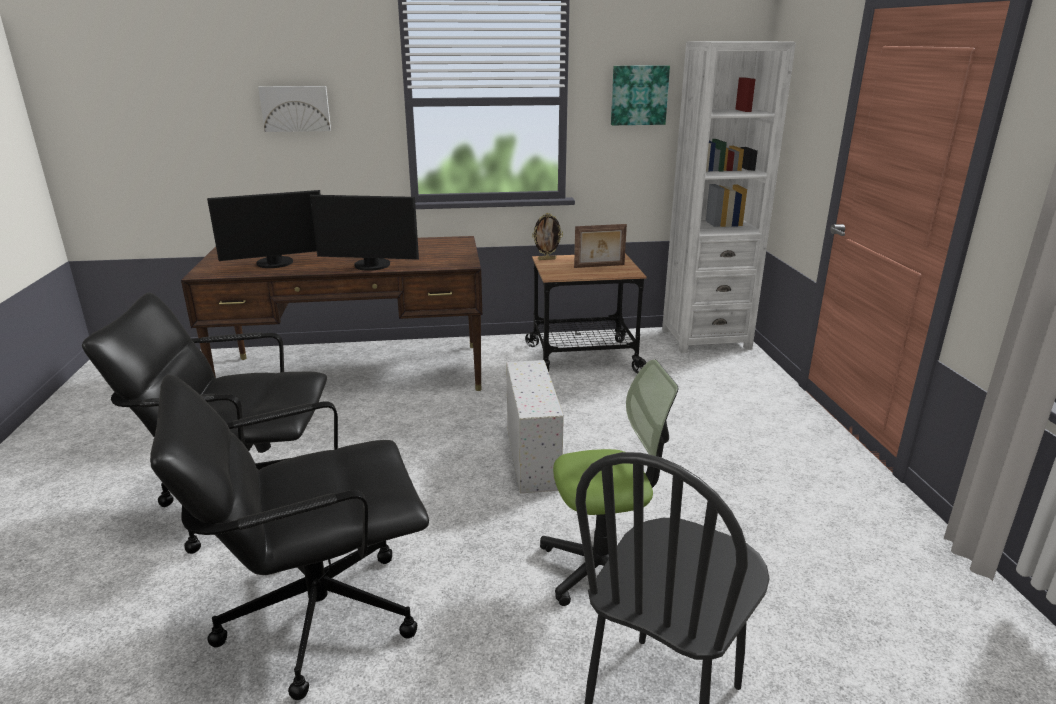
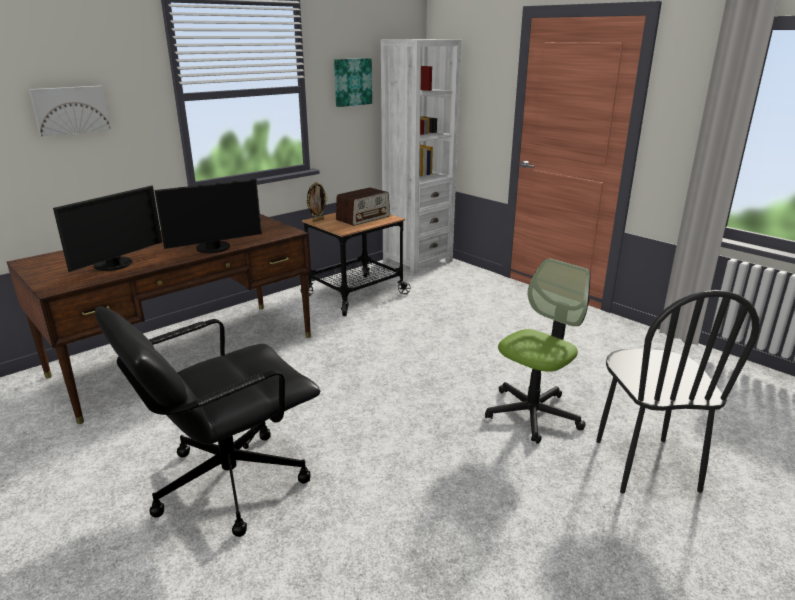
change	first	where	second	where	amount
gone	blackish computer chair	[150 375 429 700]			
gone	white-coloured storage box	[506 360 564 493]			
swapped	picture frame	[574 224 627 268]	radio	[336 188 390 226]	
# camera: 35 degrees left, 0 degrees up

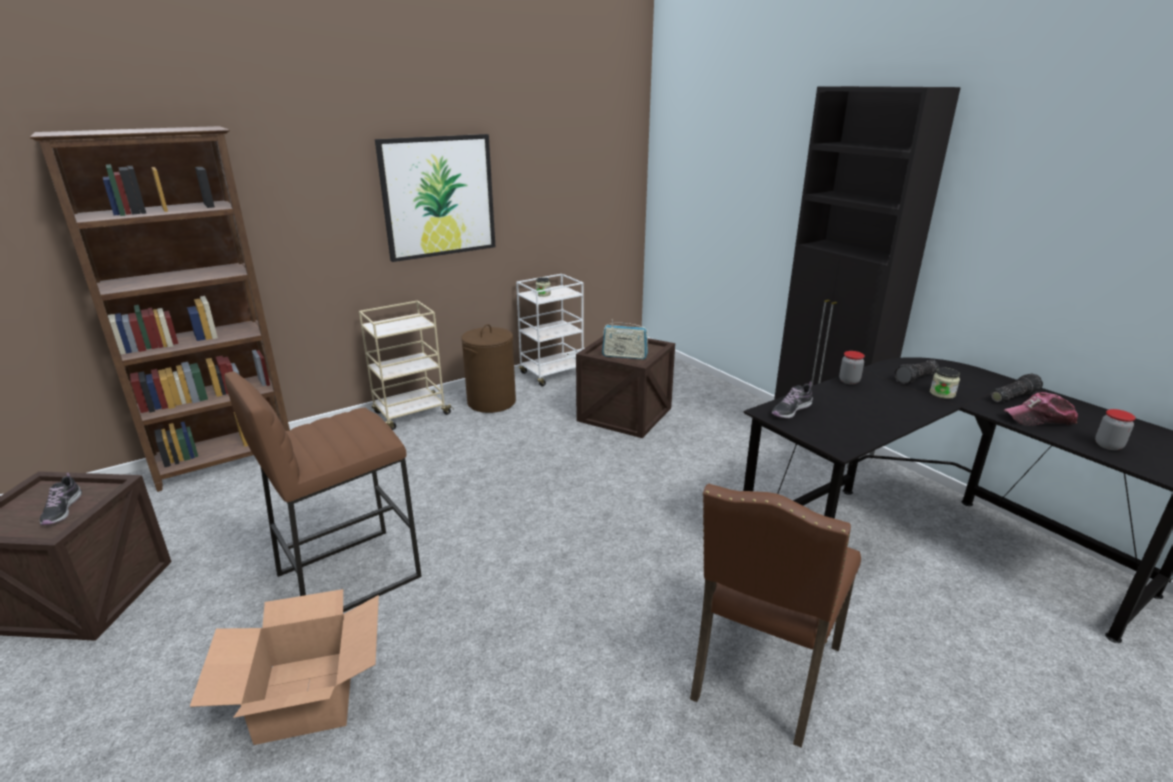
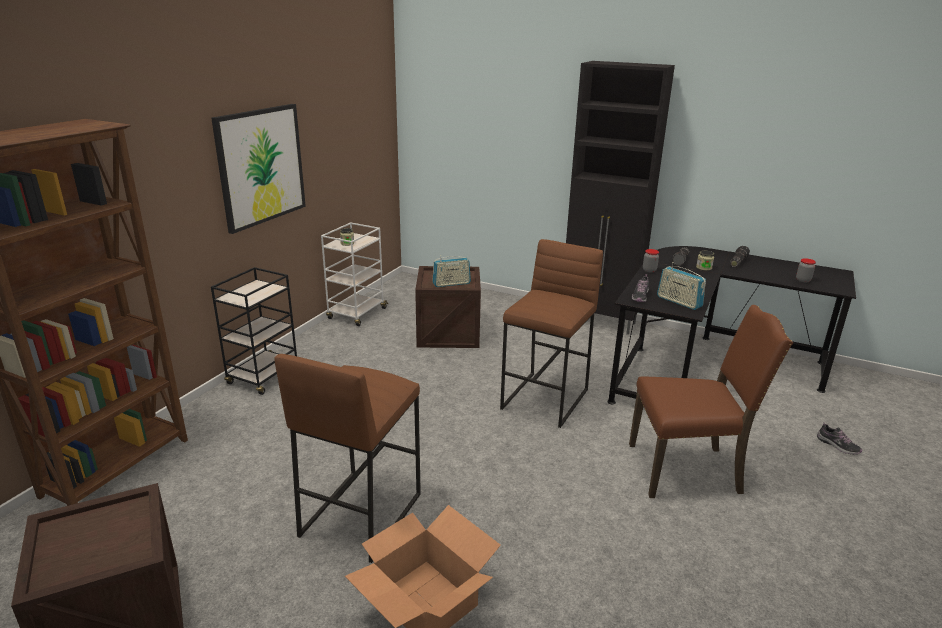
change	first	where	second	where	amount
gone	brownish hamper	[461 324 516 413]			
gone	baseball cap	[1003 392 1078 426]			
new			brownish stool seat	[500 239 603 428]	
new			radio	[657 262 706 310]	
shifted	shoe	[40 473 82 525]		[817 422 862 454]	
repainted	beige wheeled cart	[359 300 453 430]	blackish wheeled cart	[211 267 297 395]	
rotated	brownish chair	[690 484 861 748]		[629 305 793 498]	90 degrees counterclockwise
# camera: 30 degrees left, 0 degrees up

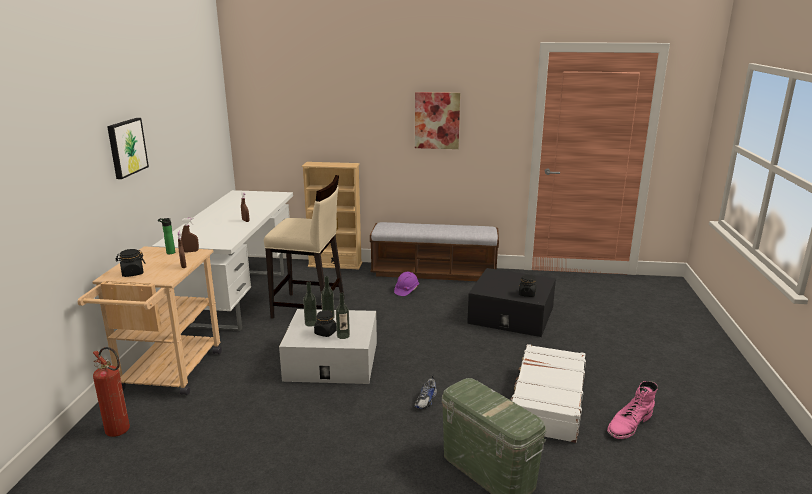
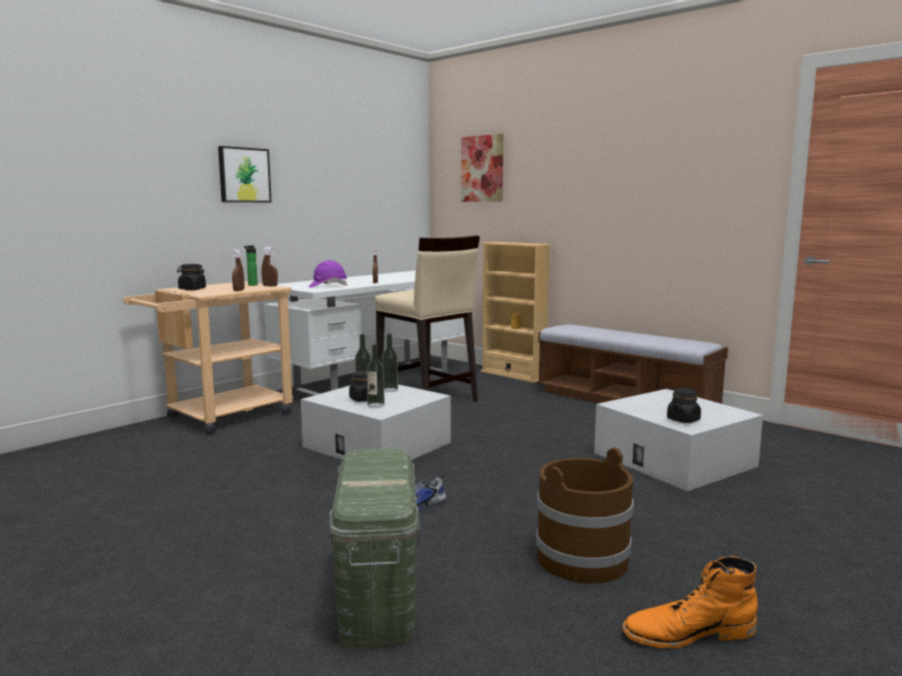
change	first	where	second	where	amount
gone	extinguisher	[93 347 130 437]			
shifted	purplish work helmet	[394 272 419 296]		[309 260 347 288]	
shifted	picture	[415 92 460 149]		[461 134 504 202]	
swapped	white-coloured piece of luggage	[510 344 586 443]	brownish pail	[536 447 634 584]	
repainted	blackish storage box	[467 268 556 337]	white-coloured storage box	[594 389 763 491]	
repainted	pink-coloured tall boot	[607 381 658 439]	orange-coloured tall boot	[622 556 758 648]	
# camera: 35 degrees right, 10 degrees down

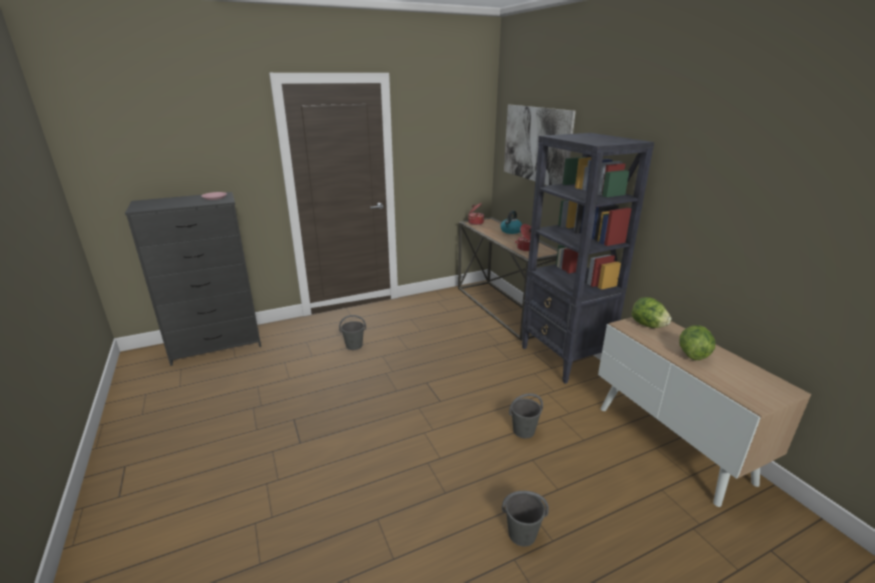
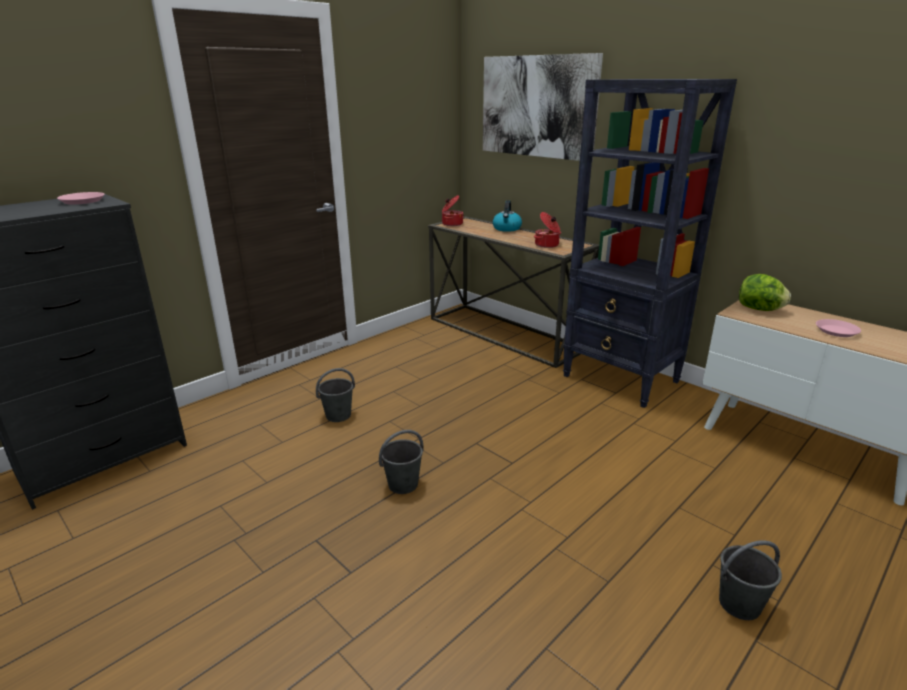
change	first	where	second	where	amount
shifted	grey pail	[509 393 543 438]		[379 430 424 494]	
swapped	lettuce	[679 325 715 360]	pink-coloured flat dish	[816 319 861 337]	
# camera: 20 degrees left, 0 degrees up

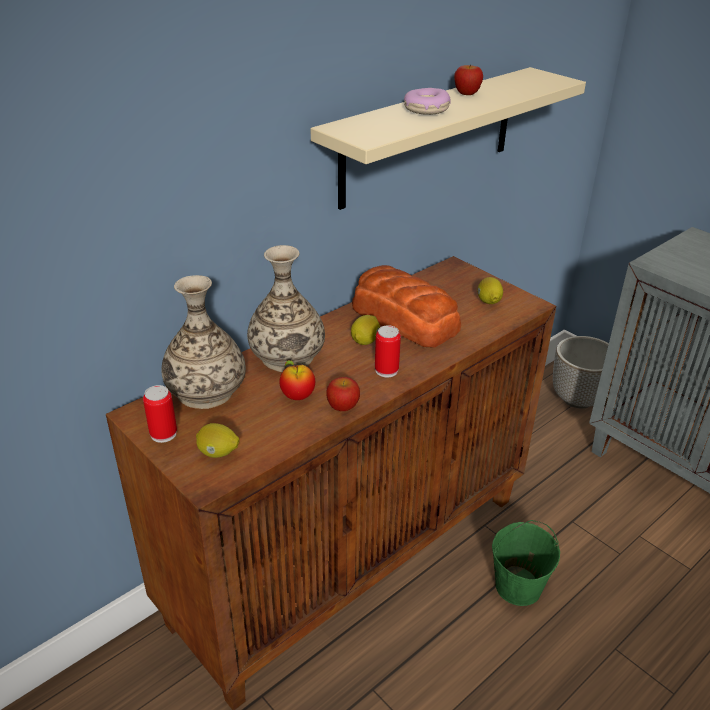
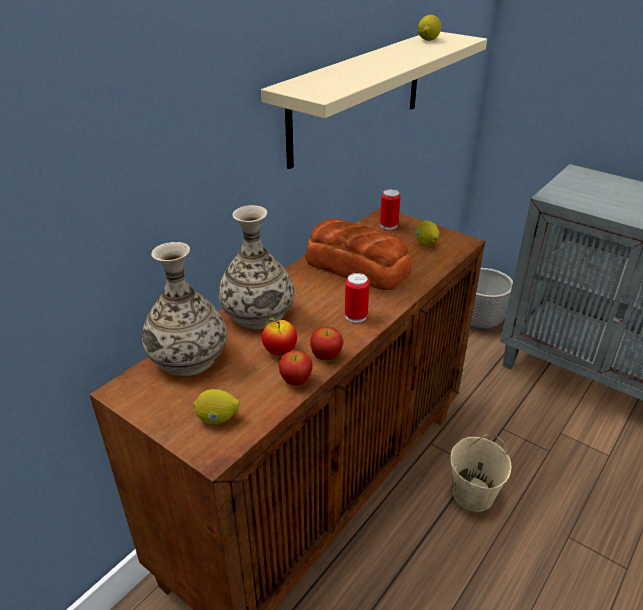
change	first	where	second	where	amount
gone	doughnut	[404 88 451 115]			
shifted	can	[143 385 177 443]		[380 189 401 230]	
shifted	whole lemon	[351 315 380 345]		[418 15 441 41]	
shifted	apple fruit	[454 65 483 95]		[278 350 313 386]	
repainted	green-coloured pail	[492 520 560 606]	beige pail	[450 435 511 512]	
# camera: 10 degrees left, 0 degrees up

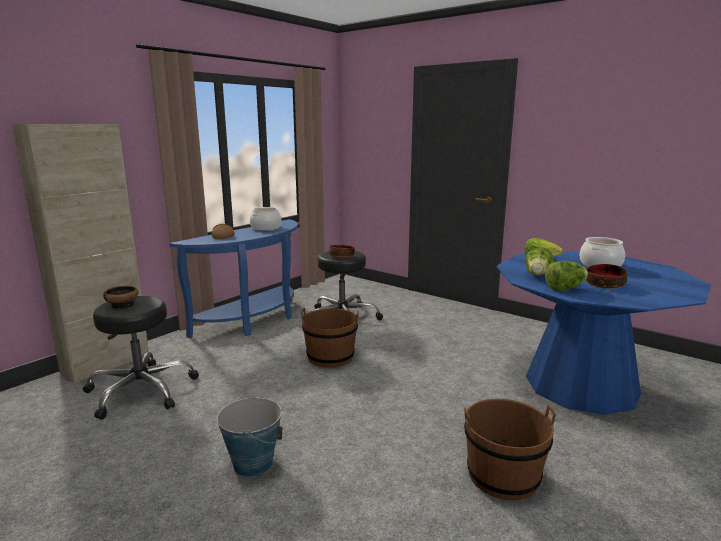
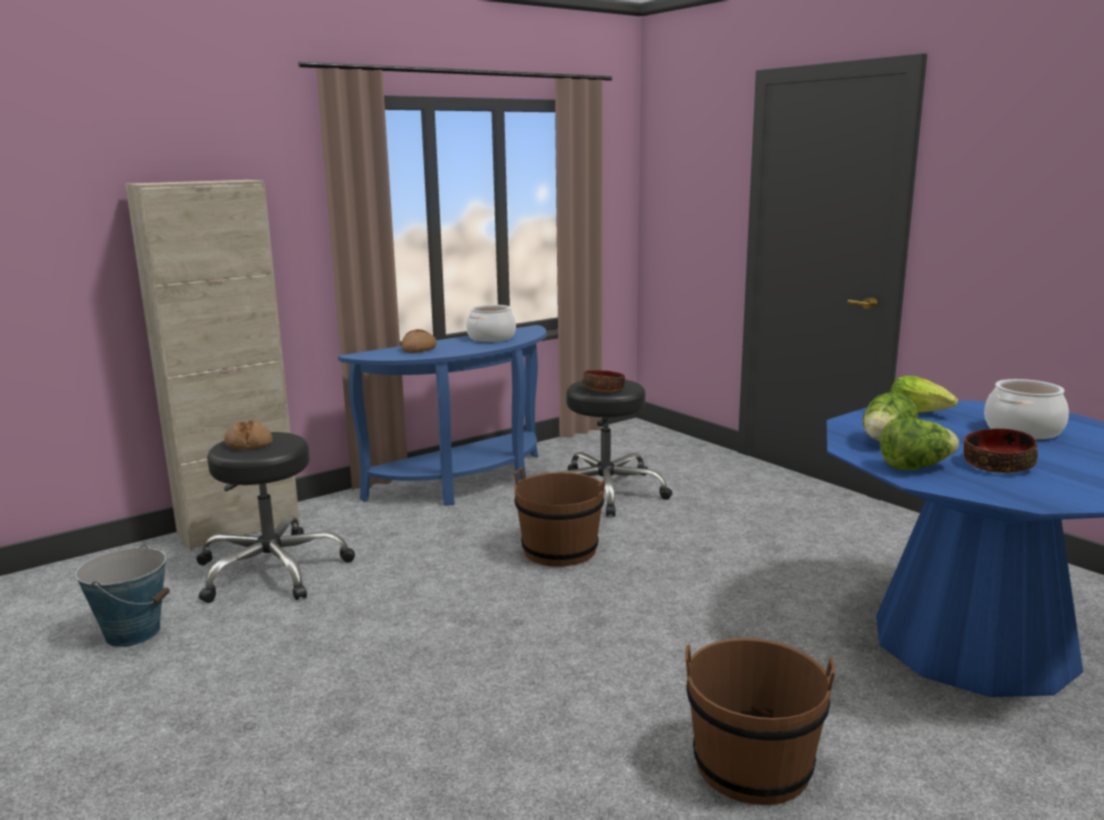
change	first	where	second	where	amount
shifted	pail	[217 395 283 478]		[75 544 170 647]	
swapped	serving bowl	[103 286 139 309]	baked bread	[224 420 272 450]	
# camera: 15 degrees right, 0 degrees up

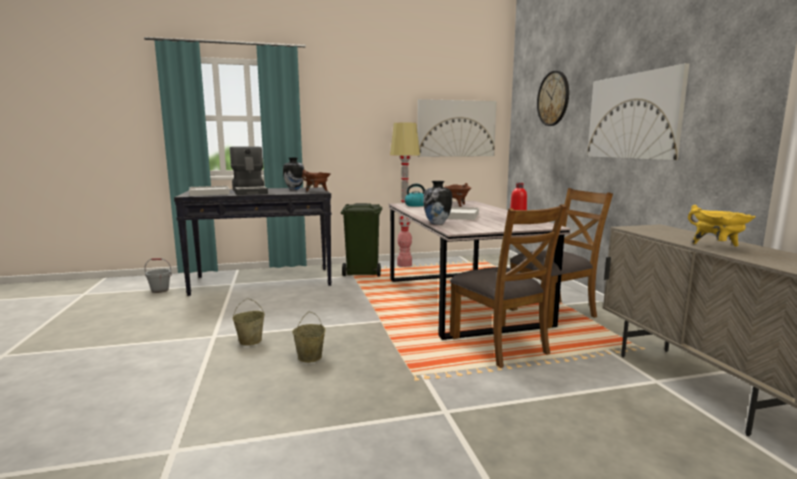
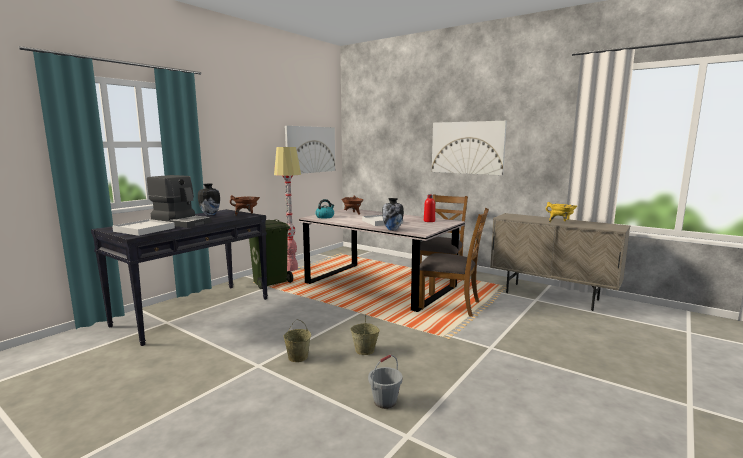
change	first	where	second	where	amount
gone	clock on the wall	[537 71 569 126]			
shifted	grey pail	[144 258 172 293]		[368 355 402 409]	
# camera: 40 degrees left, 0 degrees up

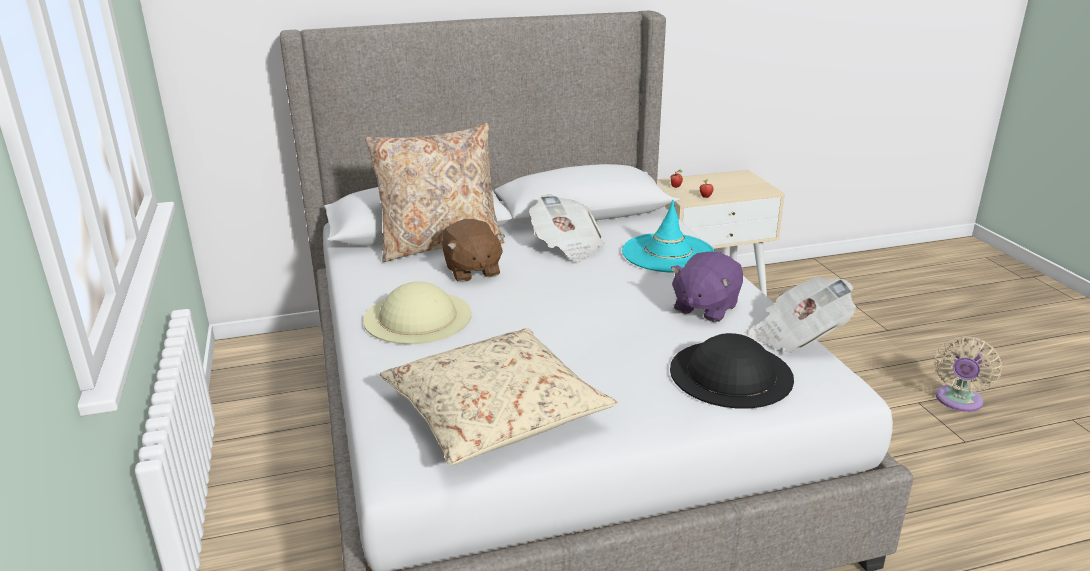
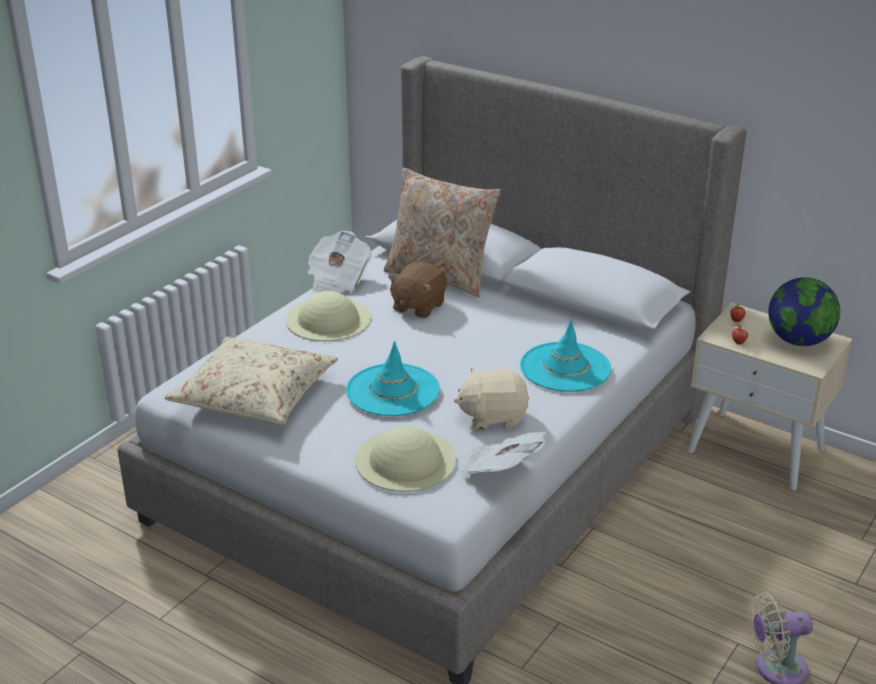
change	first	where	second	where	amount
new			turquoise-coloured clothing hat	[346 341 440 416]	
new			globe	[768 277 840 346]	
shifted	daily paper	[529 194 605 262]		[307 231 372 294]	
repainted	blackish clothing hat	[670 333 794 409]	beige clothing hat	[355 426 457 492]	
repainted	purplish soft toy	[671 251 743 322]	beige soft toy	[454 367 529 430]	
# camera: 50 degrees right, 5 degrees up

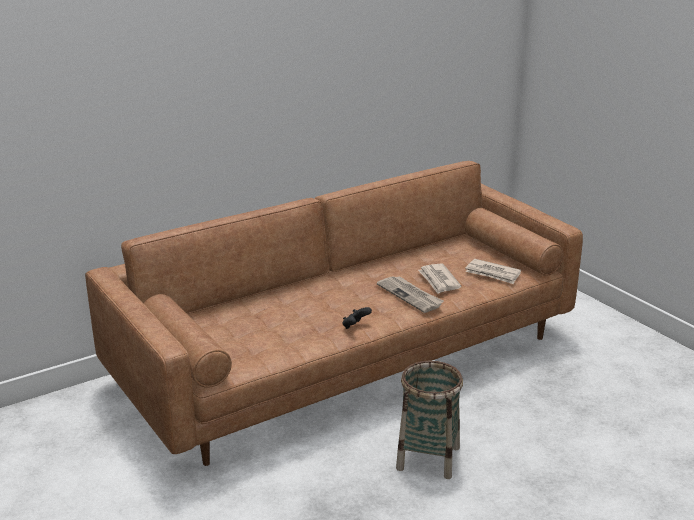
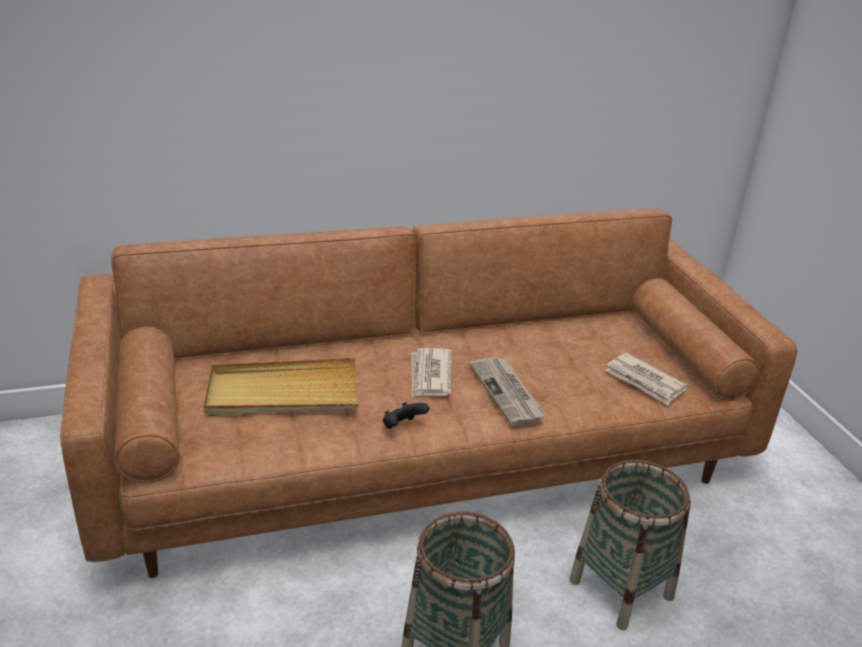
change	first	where	second	where	amount
new			beige serving tray	[204 358 358 416]	
new			storage basket	[569 460 691 630]	
shifted	daily paper	[418 263 462 294]		[411 348 452 397]	
# camera: 15 degrees right, 5 degrees up

